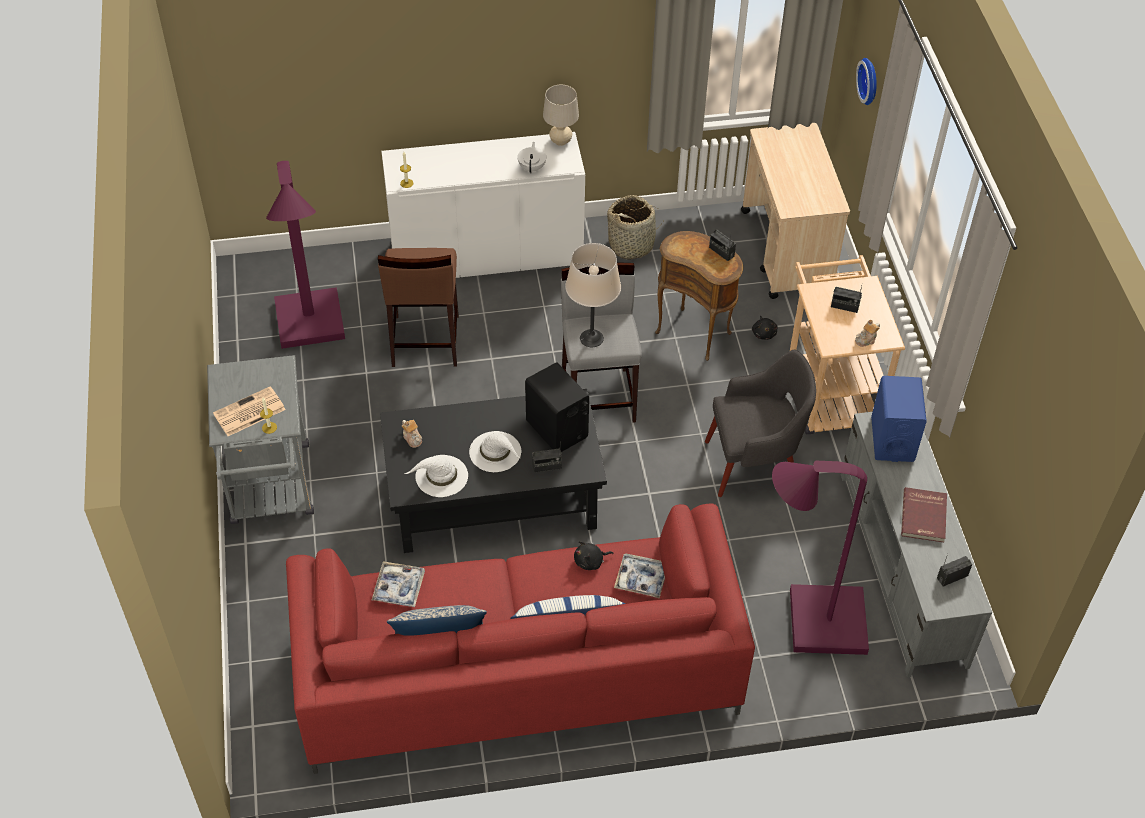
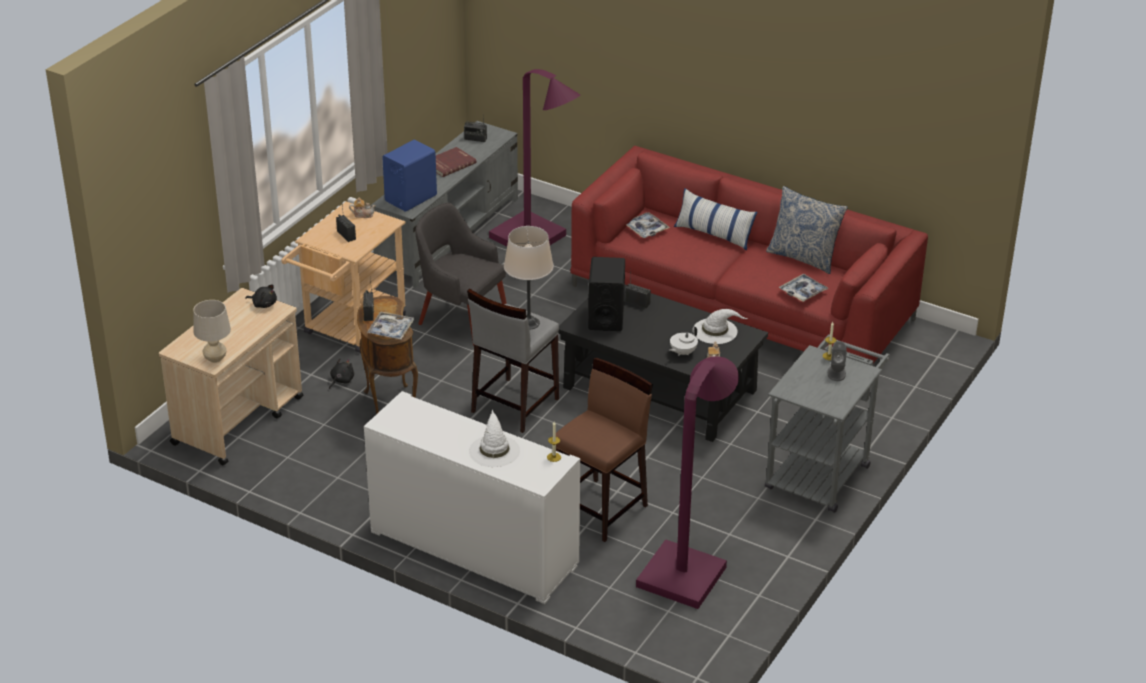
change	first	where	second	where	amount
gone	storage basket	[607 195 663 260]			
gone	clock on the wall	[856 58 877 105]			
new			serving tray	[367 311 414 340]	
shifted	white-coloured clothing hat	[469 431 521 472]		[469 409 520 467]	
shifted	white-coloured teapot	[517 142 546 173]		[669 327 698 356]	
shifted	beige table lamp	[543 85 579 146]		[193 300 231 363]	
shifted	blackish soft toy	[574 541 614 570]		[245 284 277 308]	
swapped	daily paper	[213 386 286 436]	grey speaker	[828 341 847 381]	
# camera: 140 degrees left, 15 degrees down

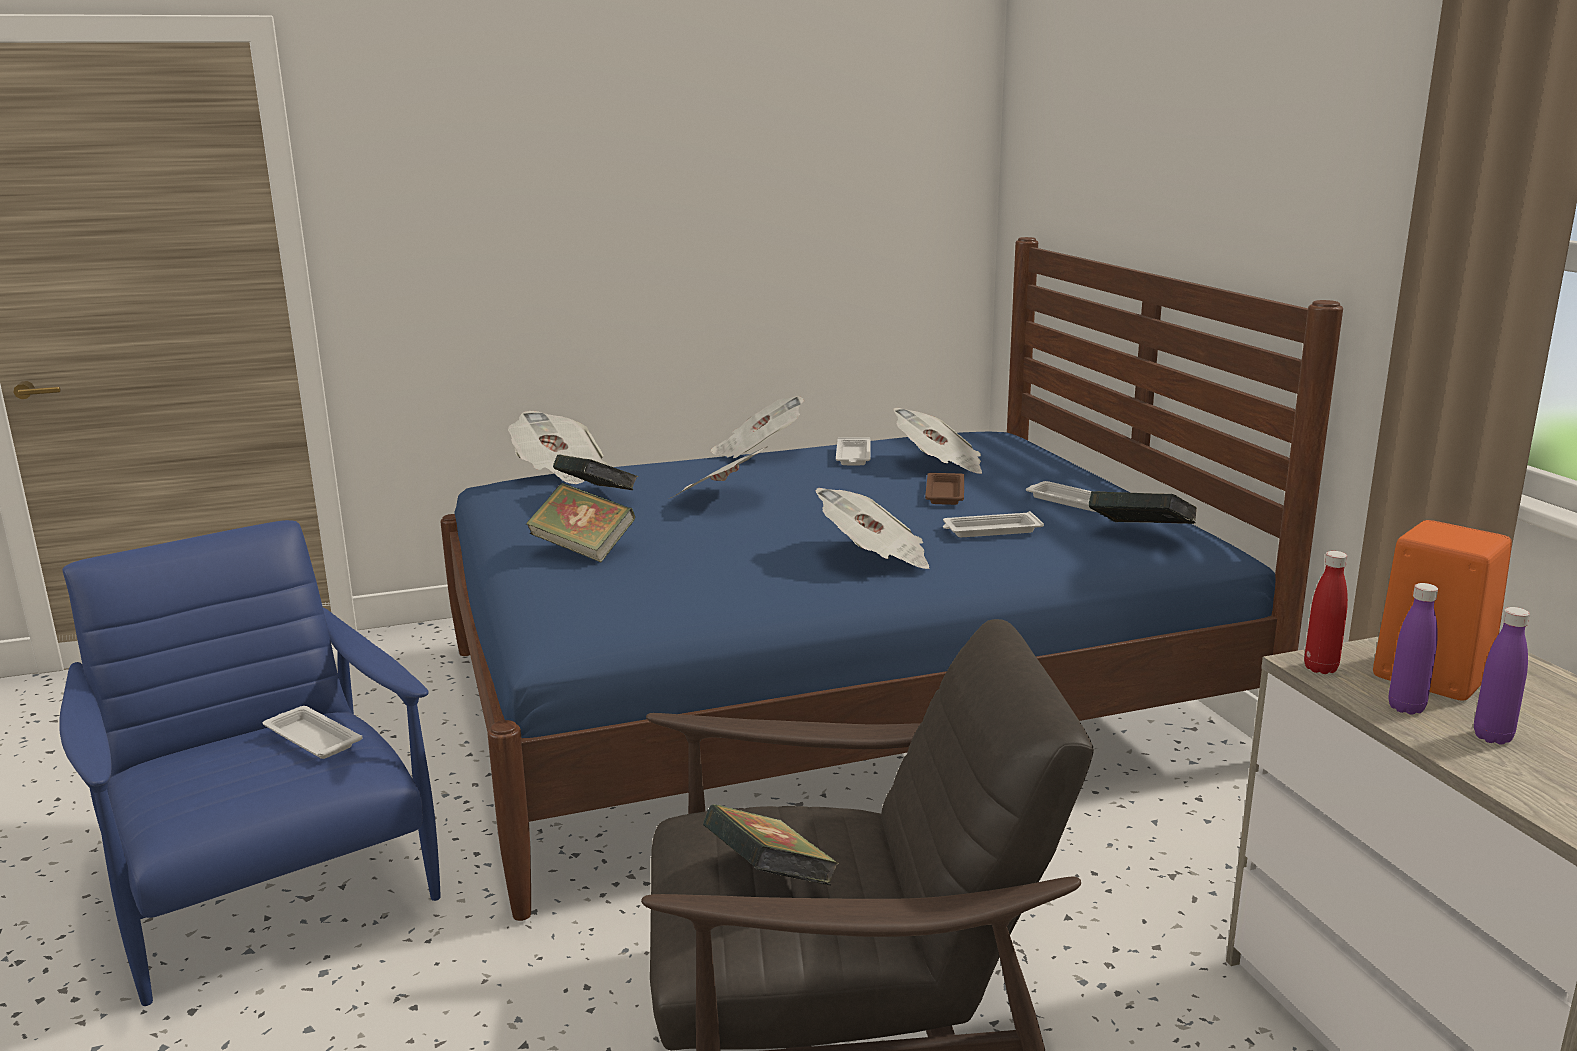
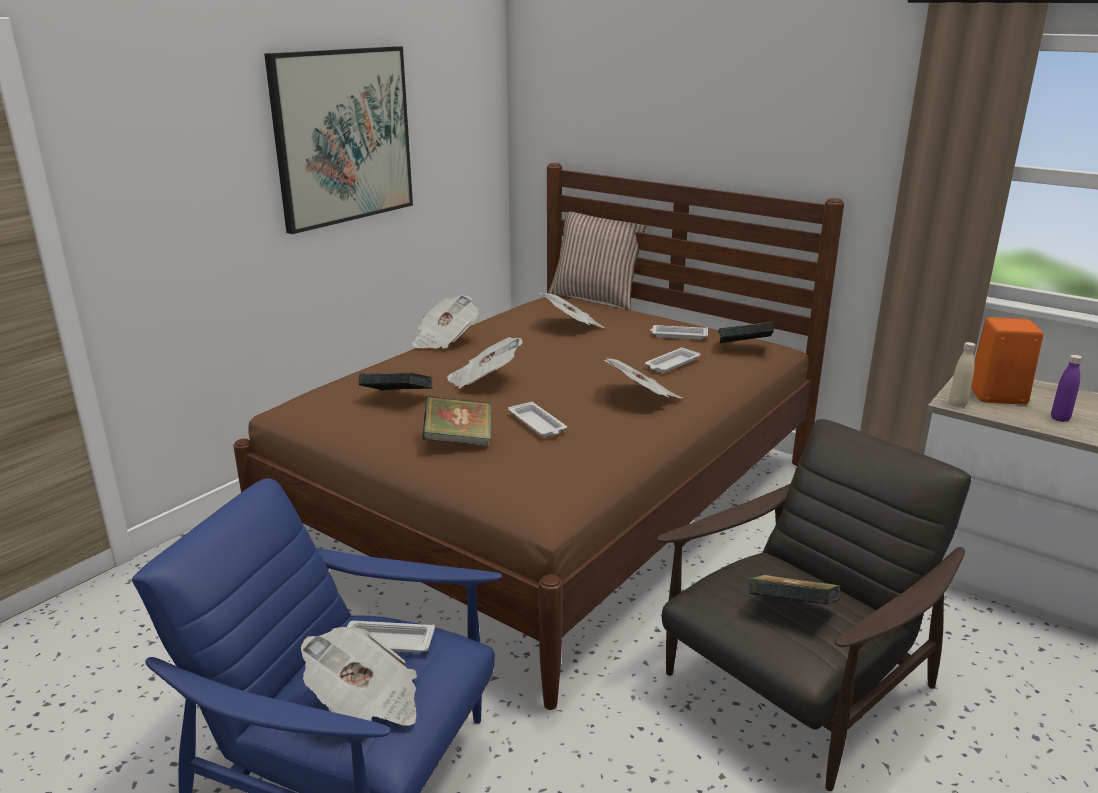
change	first	where	second	where	amount
gone	brownish serving tray	[925 473 964 505]			
gone	purplish drink bottle	[1389 583 1438 714]			
new			picture	[264 46 413 234]	
new			pillow	[548 212 647 310]	
shifted	daily paper	[508 411 607 484]		[301 627 417 726]	
shifted	white-coloured serving tray	[836 437 871 465]		[508 401 567 437]	
repainted	blue-coloured sleeping bed	[441 237 1343 921]	brownish sleeping bed	[233 163 844 710]	
repainted	red drink bottle	[1304 551 1348 674]	beige drink bottle	[949 342 976 407]	
# camera: 35 degrees left, 5 degrees up

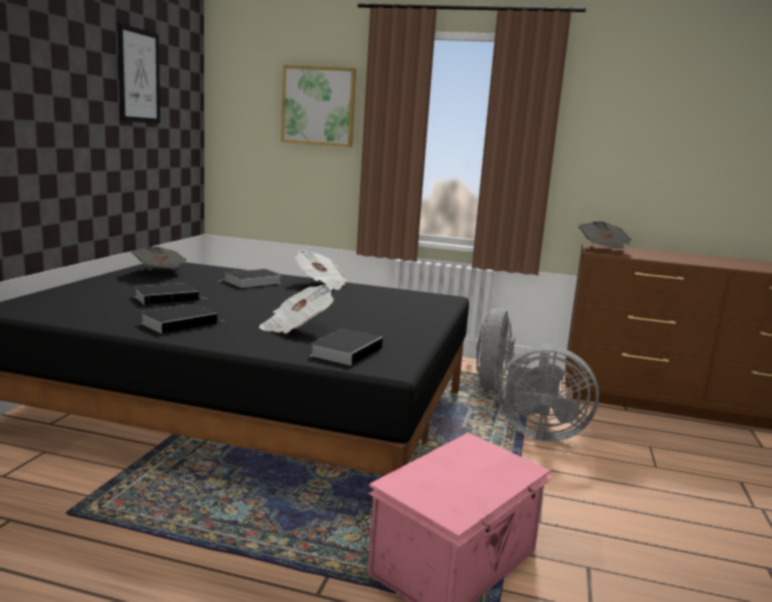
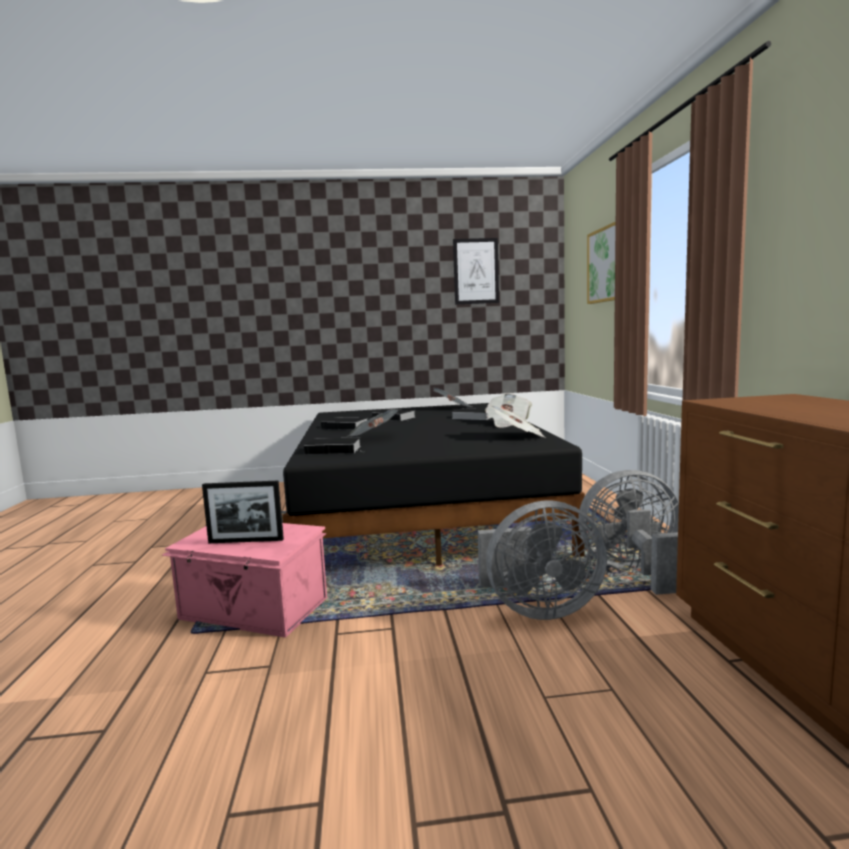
change	first	where	second	where	amount
new			picture frame	[202 481 284 543]	
shifted	daily paper	[578 221 632 249]		[490 405 546 438]	
rotated	grey electric fan	[498 346 599 442]		[478 500 607 620]	90 degrees counterclockwise
# camera: 70 degrees right, 5 degrees down

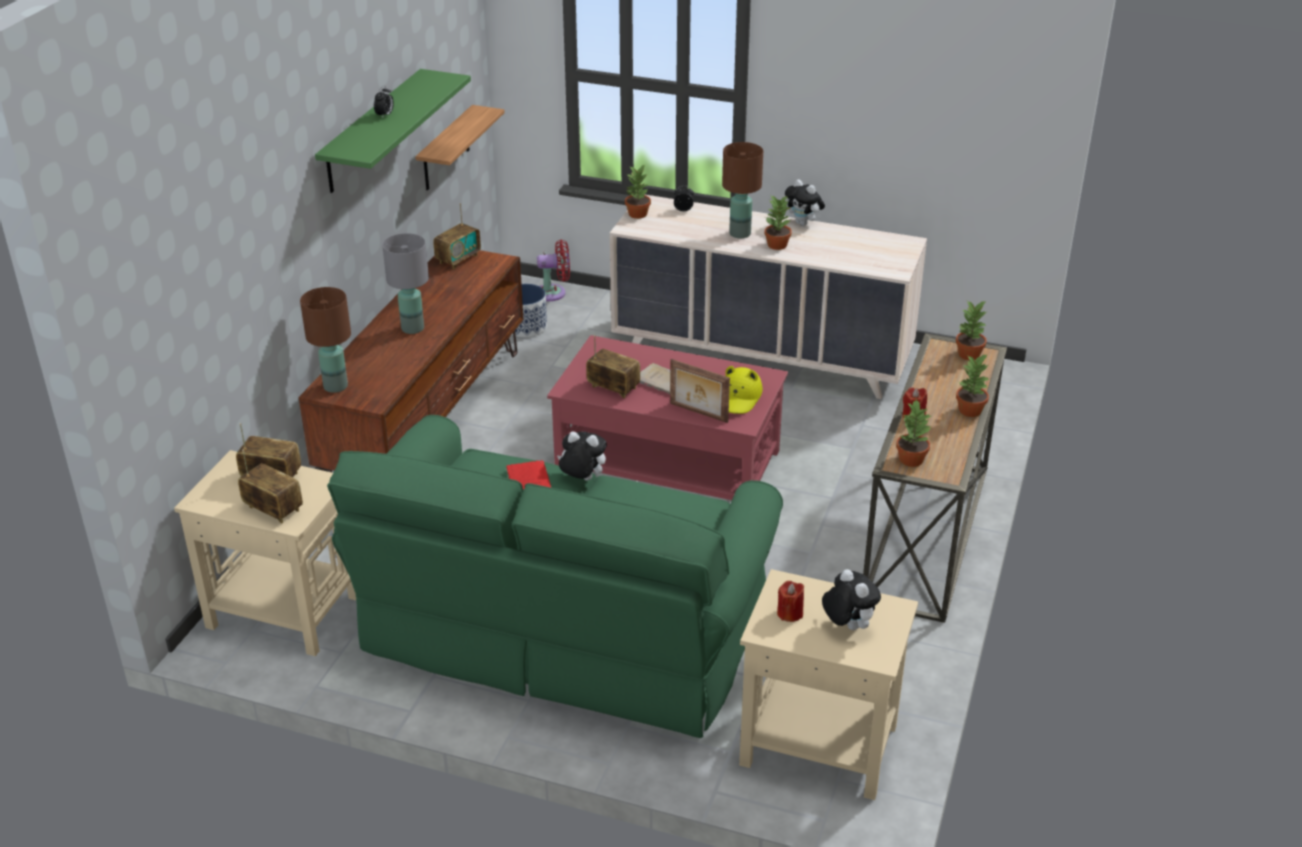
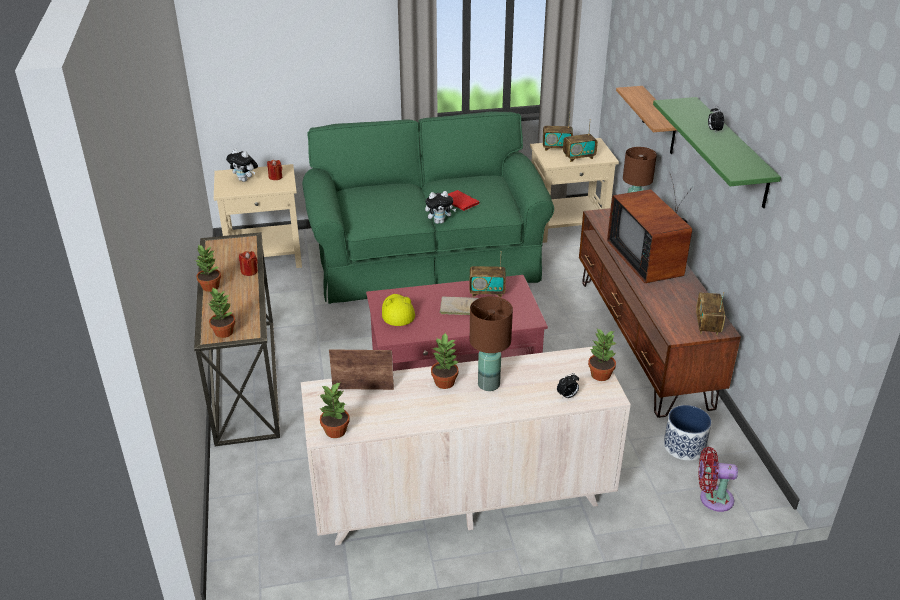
change	first	where	second	where	amount
gone	soft toy	[785 179 825 226]			
shifted	bracket shelf	[415 105 505 190]		[616 86 676 154]	
shifted	picture frame	[670 359 730 423]		[329 349 394 390]	
shifted	plant in a pot	[896 399 932 467]		[319 382 350 438]	
swapped	grey table lamp	[382 233 429 334]	TV	[607 174 693 283]	
rotated	red electric fan	[537 240 570 301]		[699 447 738 512]	45 degrees clockwise
# camera: 150 degrees right, 0 degrees up

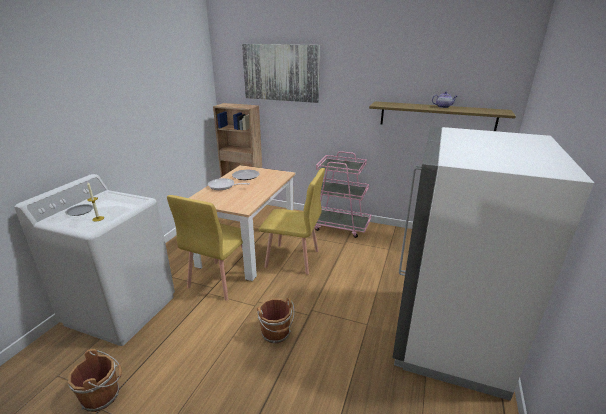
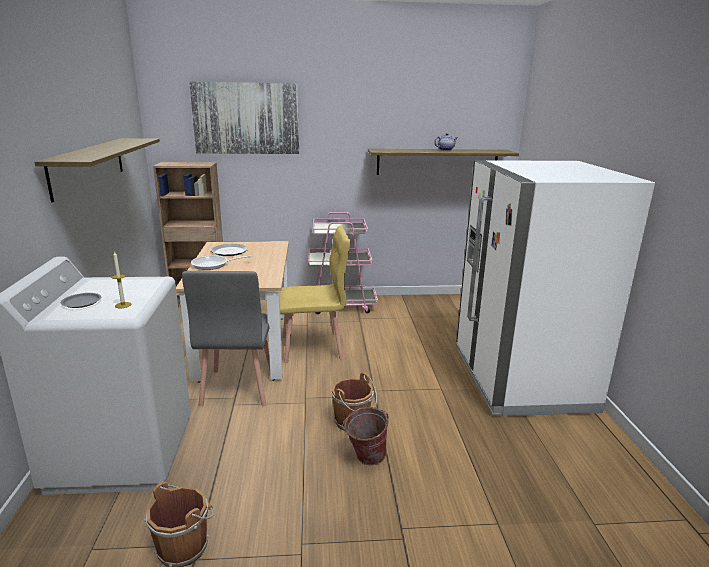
change	first	where	second	where	amount
new			bracket shelf	[35 138 160 202]	
new			pail	[342 407 389 465]	
repainted	yellow chair	[167 195 243 301]	grey chair	[182 271 270 407]	
# camera: 25 degrees left, 5 degrees down

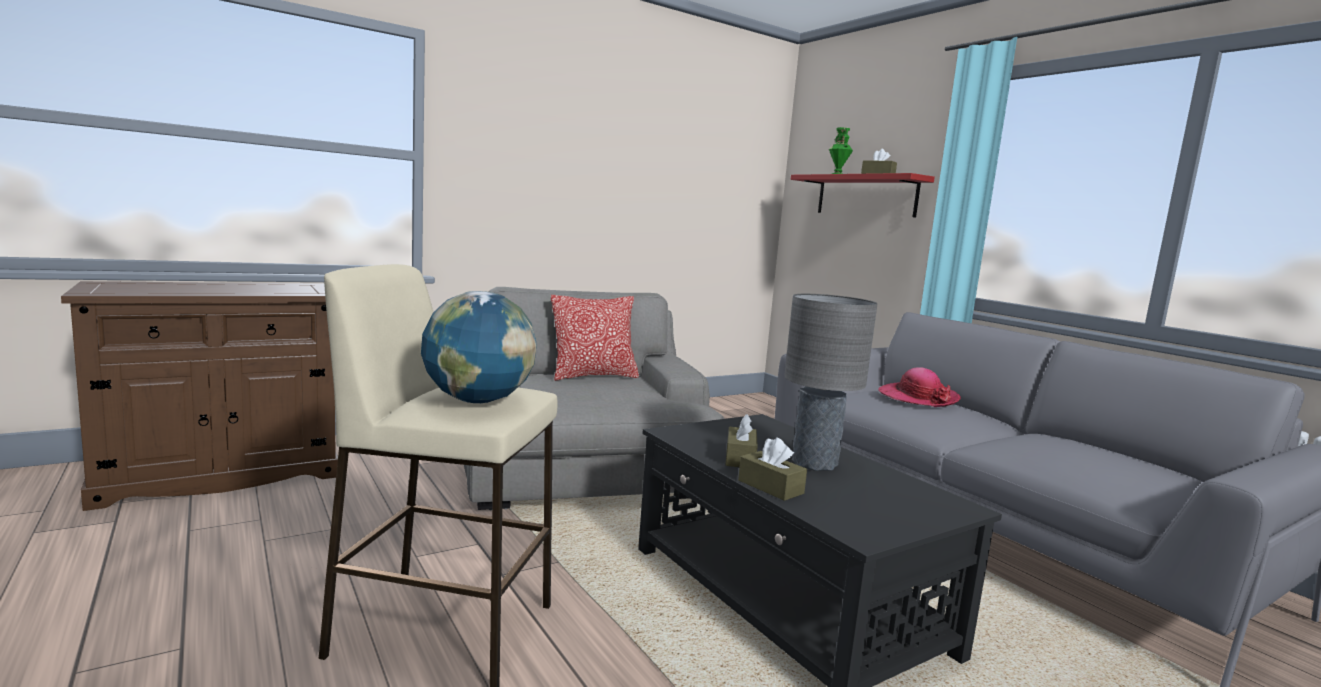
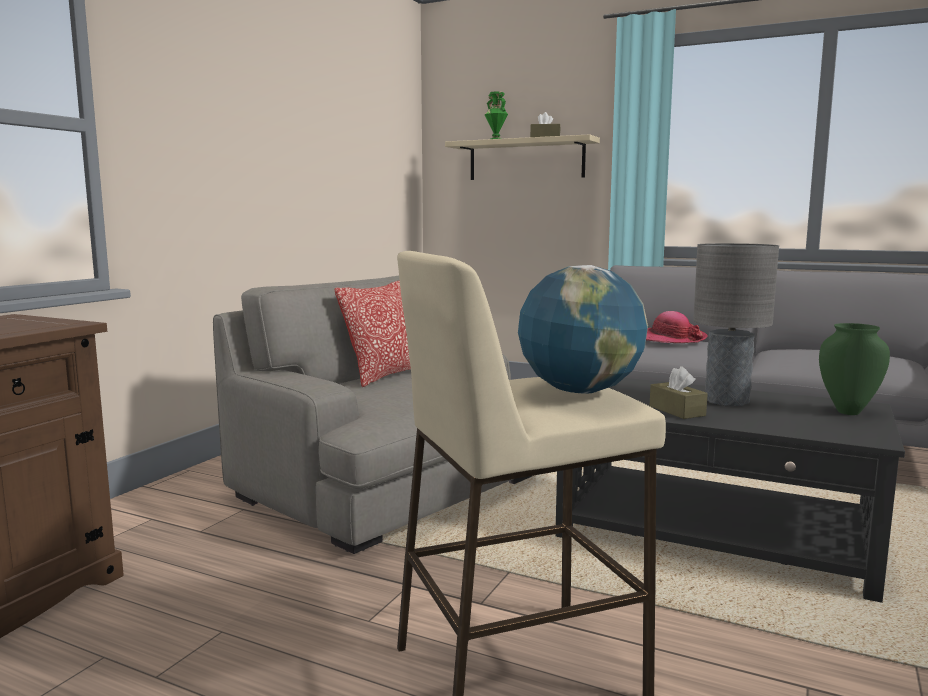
change	first	where	second	where	amount
gone	brownish tissue holder	[738 437 807 501]			
new			green-coloured vase	[819 323 890 415]	
repainted	red bracket shelf	[790 173 935 217]	beige bracket shelf	[445 134 600 180]	
# camera: 30 degrees left, 0 degrees up

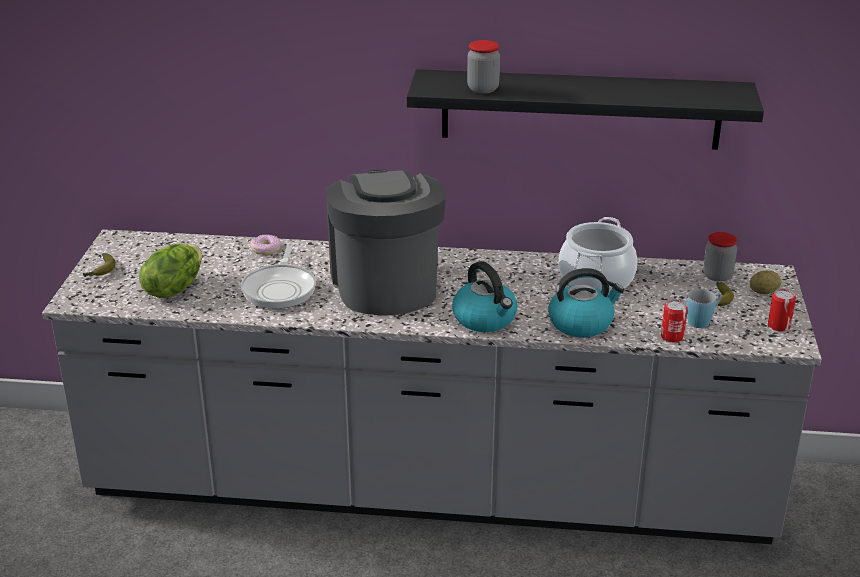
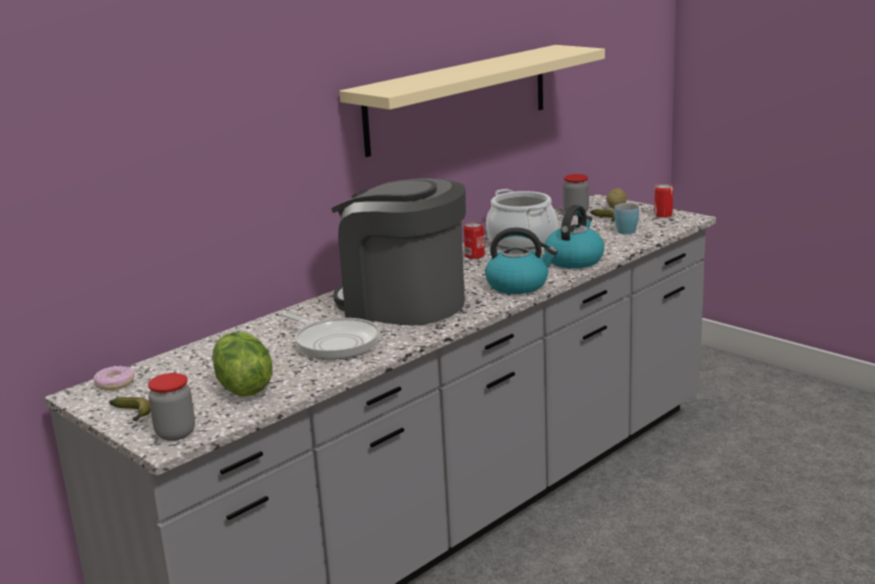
change	first	where	second	where	amount
shifted	doughnut	[250 234 281 255]		[94 366 134 390]	
shifted	storage jar	[467 40 500 94]		[148 373 195 441]	
shifted	can	[661 300 688 343]		[464 222 485 259]	
repainted	blackish bracket shelf	[407 69 764 150]	beige bracket shelf	[339 45 605 157]	
# camera: 50 degrees left, 10 degrees down

